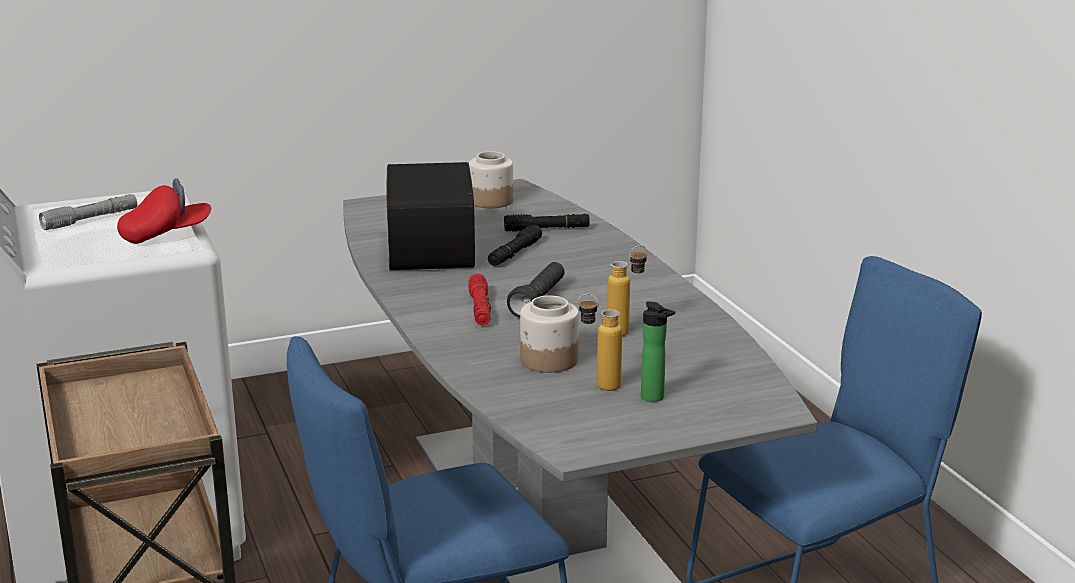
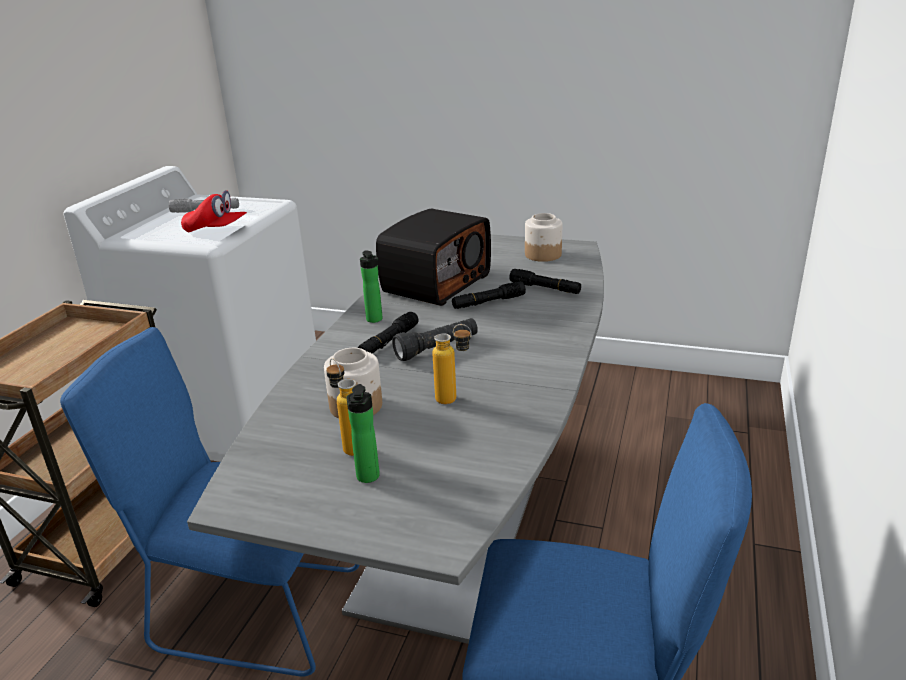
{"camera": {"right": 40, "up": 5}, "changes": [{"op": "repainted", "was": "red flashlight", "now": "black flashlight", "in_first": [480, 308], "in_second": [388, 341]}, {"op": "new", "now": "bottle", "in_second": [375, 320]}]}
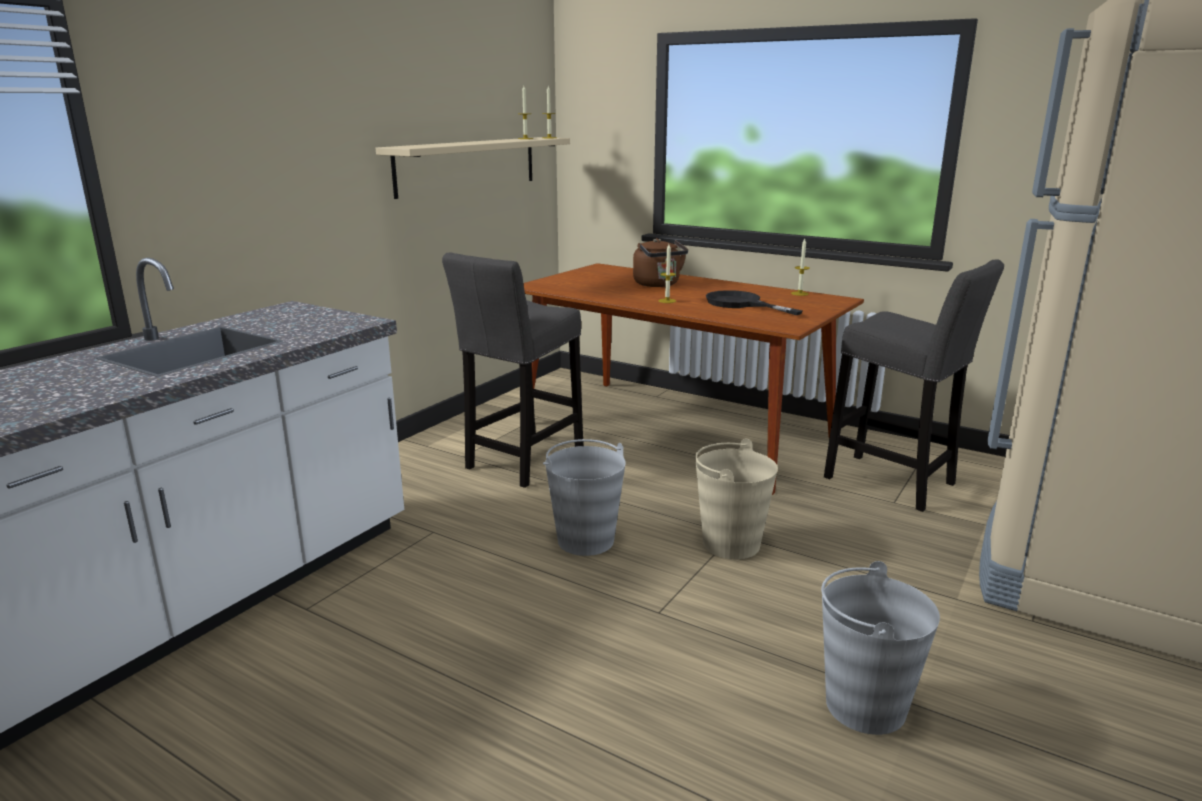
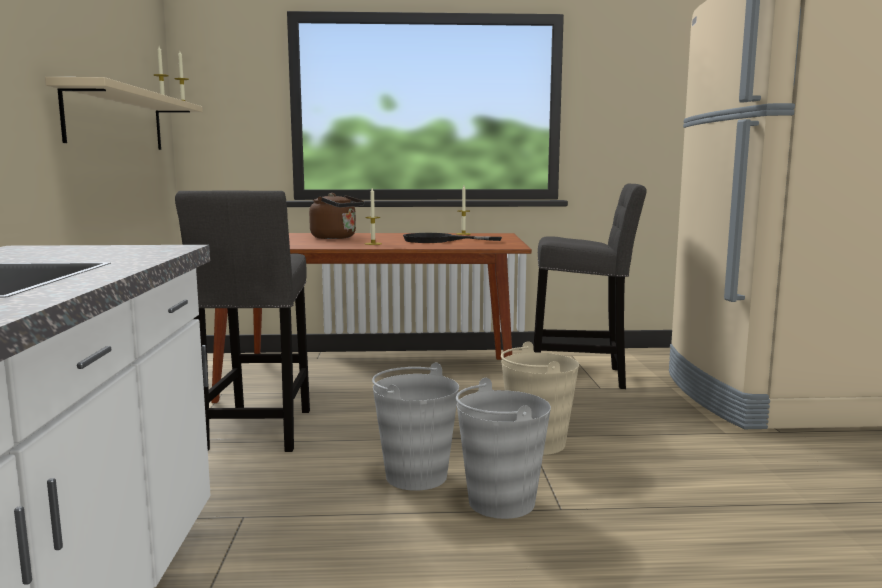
{"camera": {"right": -35, "up": -10}, "changes": [{"op": "shifted", "was": "grey water bucket", "in_first": [864, 706], "in_second": [500, 502]}]}
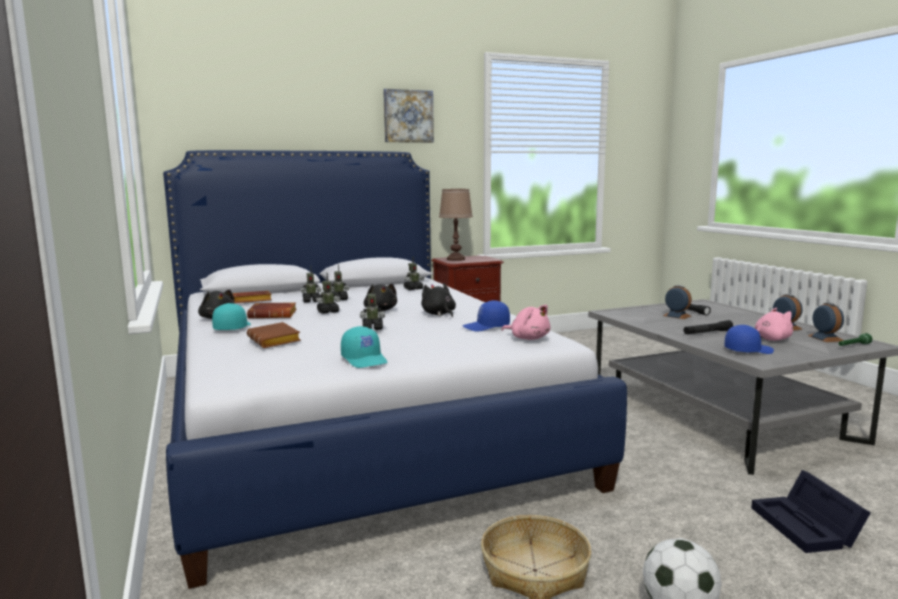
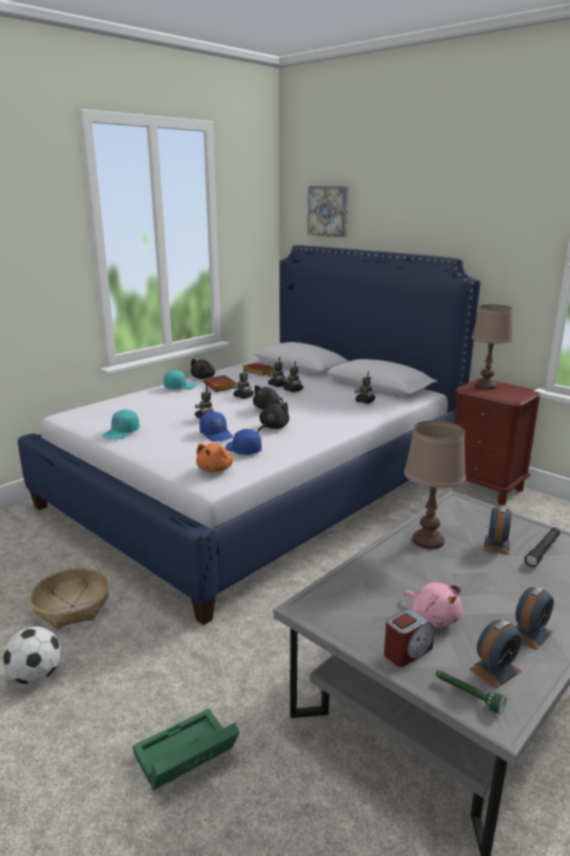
{"camera": {"right": 65, "up": 10}, "changes": [{"op": "repainted", "was": "black storage box", "now": "greenish storage box", "in_first": [808, 527], "in_second": [184, 758]}, {"op": "repainted", "was": "pinkish cuddly toy", "now": "orangey cuddly toy", "in_first": [528, 338], "in_second": [215, 469]}, {"op": "shifted", "was": "blue-coloured peaked cap", "in_first": [748, 350], "in_second": [217, 434]}, {"op": "shifted", "was": "wall picture", "in_first": [408, 116], "in_second": [329, 211]}, {"op": "new", "now": "table clock", "in_second": [407, 651]}, {"op": "new", "now": "brownish tabletop lamp", "in_second": [428, 540]}, {"op": "gone", "was": "brownish bound book", "in_first": [276, 341]}, {"op": "gone", "was": "black flashlight", "in_first": [707, 332]}]}
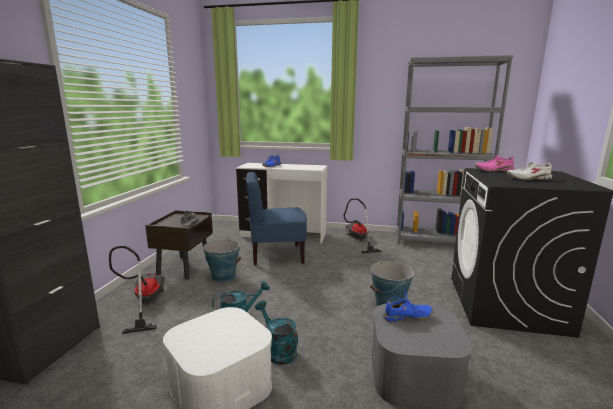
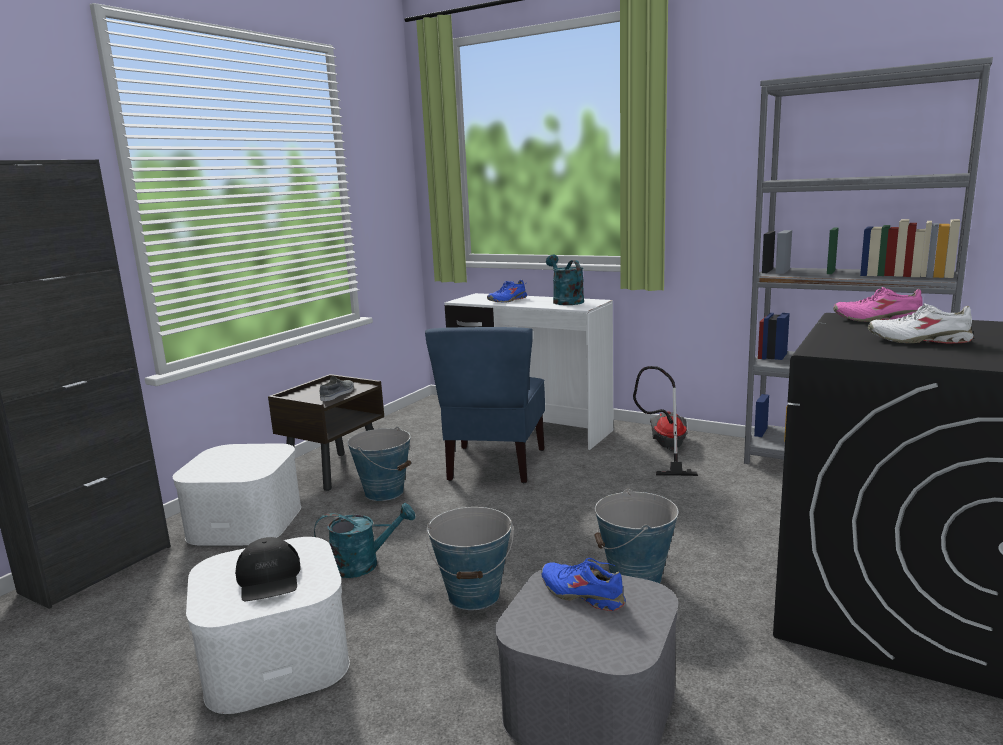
{"camera": {"right": 20, "up": 0}, "changes": [{"op": "swapped", "was": "vacuum cleaner", "now": "white-coloured storage box", "in_first": [144, 304], "in_second": [245, 521]}, {"op": "new", "now": "black peaked cap", "in_second": [269, 579]}, {"op": "rotated", "was": "blue-coloured upright chair", "in_first": [277, 255], "in_second": [495, 465], "clockwise": -90}, {"op": "new", "now": "water bucket", "in_second": [474, 595]}, {"op": "rotated", "was": "blue-coloured item of footwear", "in_first": [407, 317], "in_second": [582, 594], "clockwise": -150}, {"op": "shifted", "was": "turquoise-coloured sprinkling can", "in_first": [277, 350], "in_second": [565, 301]}]}
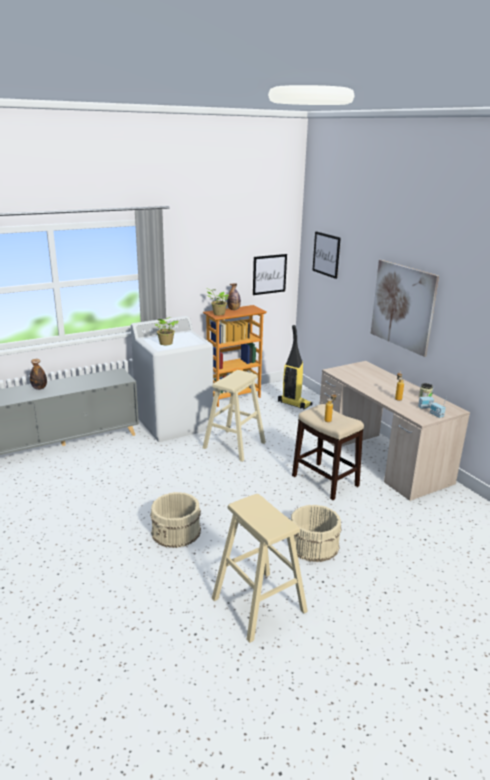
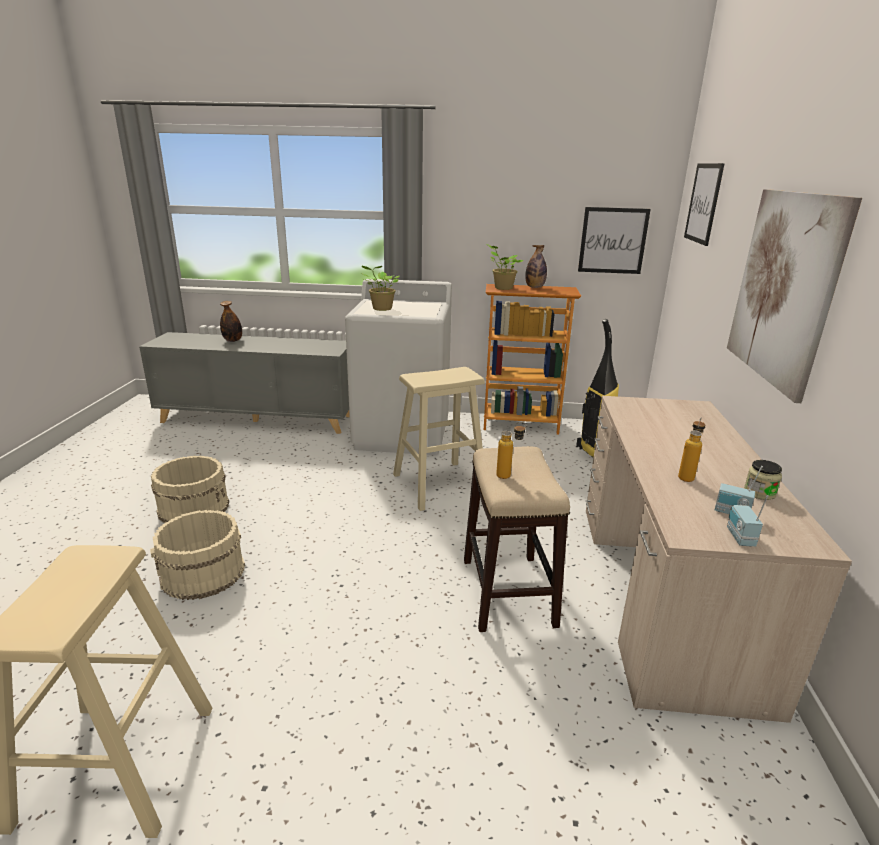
{"camera": {"right": 35, "up": 0}, "changes": [{"op": "shifted", "was": "beige water bucket", "in_first": [313, 544], "in_second": [194, 507]}]}
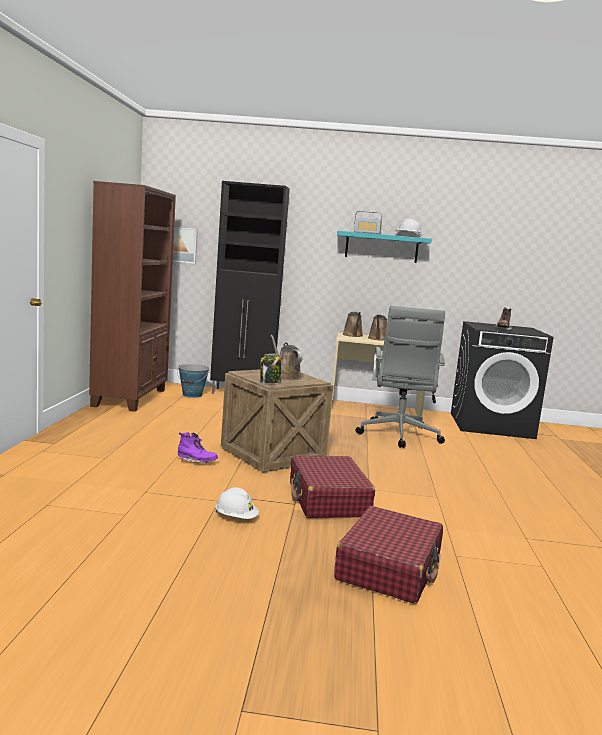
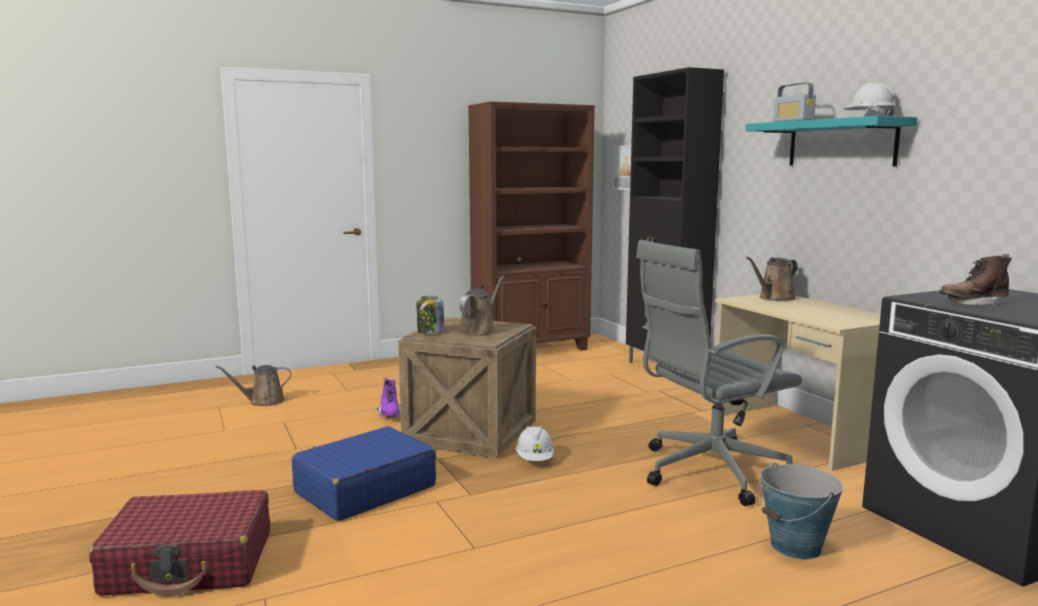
{"camera": {"right": 60, "up": 0}, "changes": [{"op": "shifted", "was": "brownish sprinkling can", "in_first": [378, 339], "in_second": [263, 402]}, {"op": "repainted", "was": "red suitcase", "now": "blue-coloured suitcase", "in_first": [328, 500], "in_second": [364, 489]}, {"op": "shifted", "was": "white-coloured hard hat", "in_first": [236, 518], "in_second": [535, 459]}, {"op": "shifted", "was": "water bucket", "in_first": [192, 395], "in_second": [796, 547]}]}
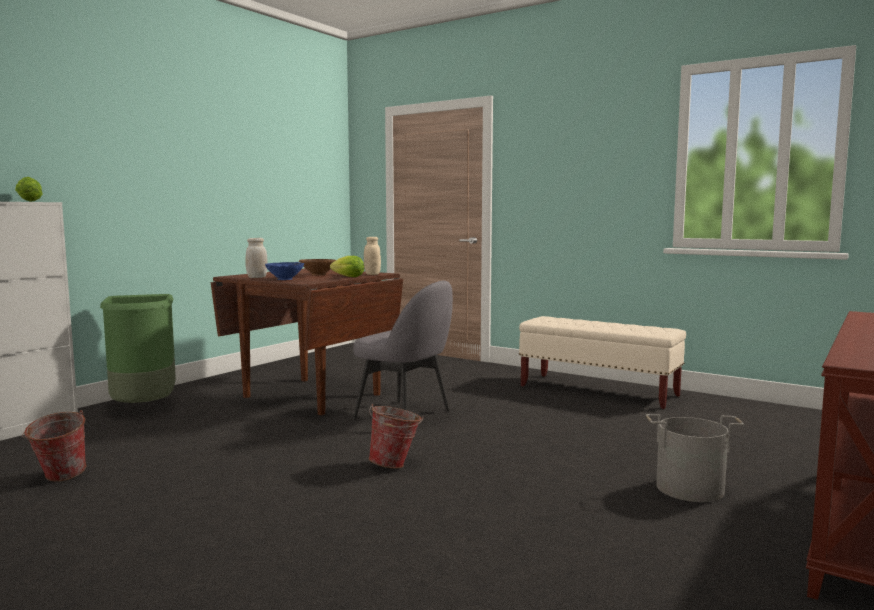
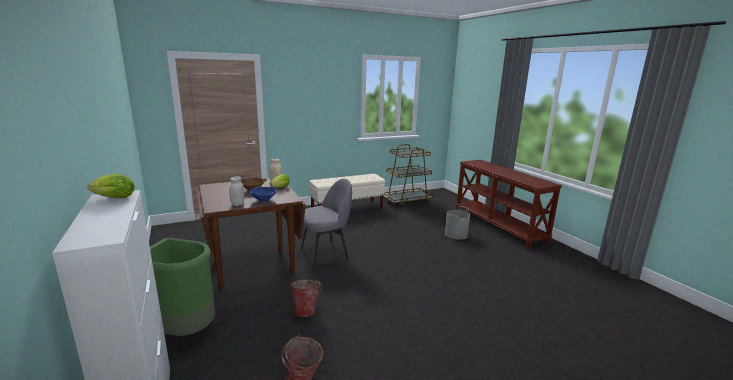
{"camera": {"right": -60, "up": 10}, "changes": [{"op": "shifted", "was": "water bucket", "in_first": [396, 465], "in_second": [307, 311]}, {"op": "new", "now": "brownish trolley", "in_second": [407, 201]}]}
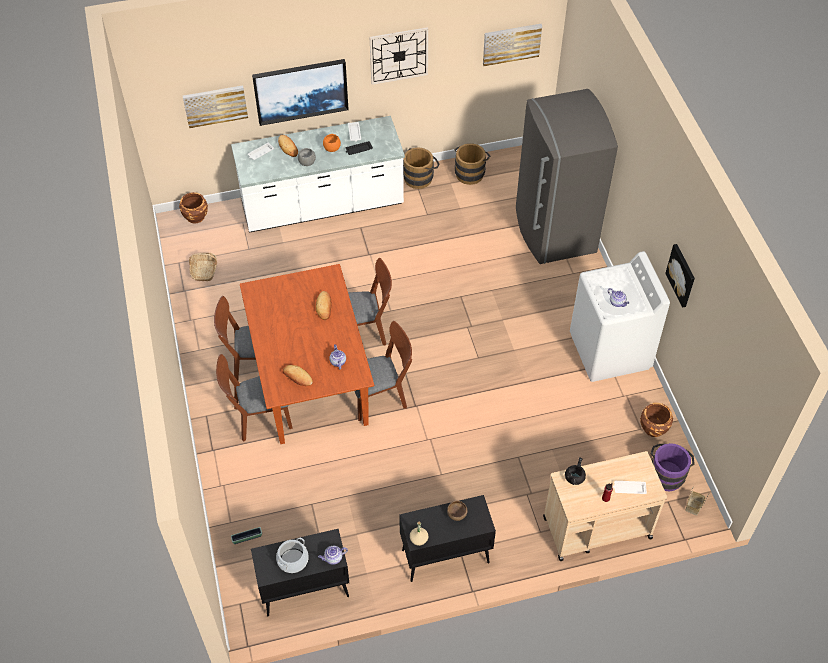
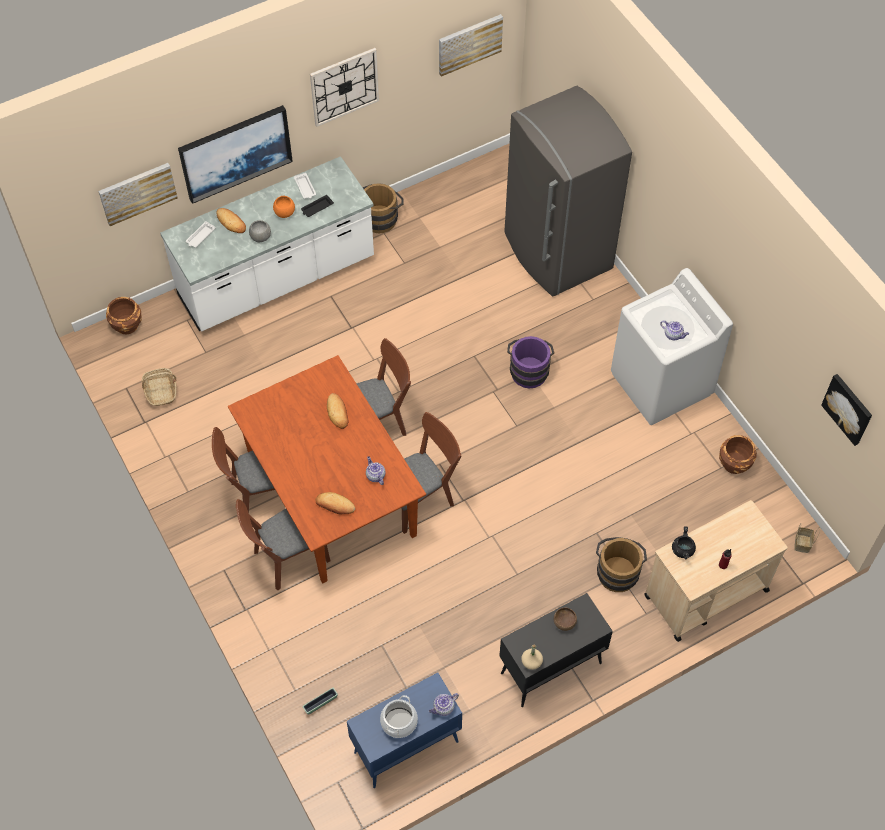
{"camera": {"right": -15, "up": 5}, "changes": [{"op": "repainted", "was": "black cupboard", "now": "blue-coloured cupboard", "in_first": [304, 590], "in_second": [405, 747]}, {"op": "shifted", "was": "purple-coloured water bucket", "in_first": [666, 473], "in_second": [529, 369]}, {"op": "shifted", "was": "brownish water bucket", "in_first": [470, 172], "in_second": [617, 570]}, {"op": "shifted", "was": "wall picture", "in_first": [682, 275], "in_second": [848, 408]}, {"op": "gone", "was": "white-coloured tray", "in_first": [629, 488]}]}
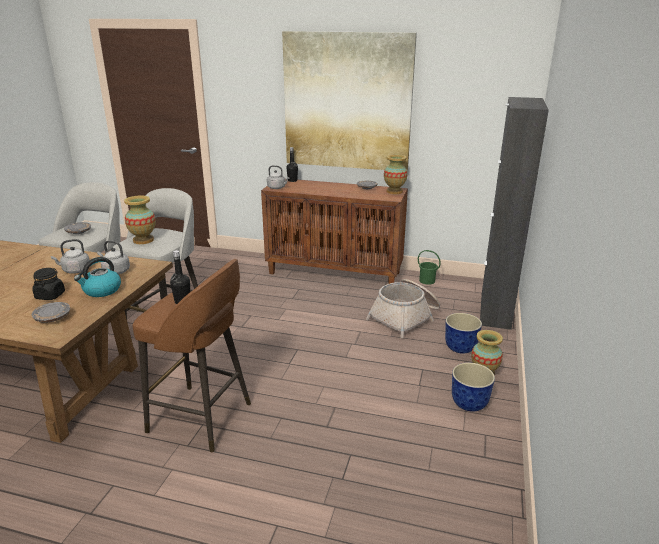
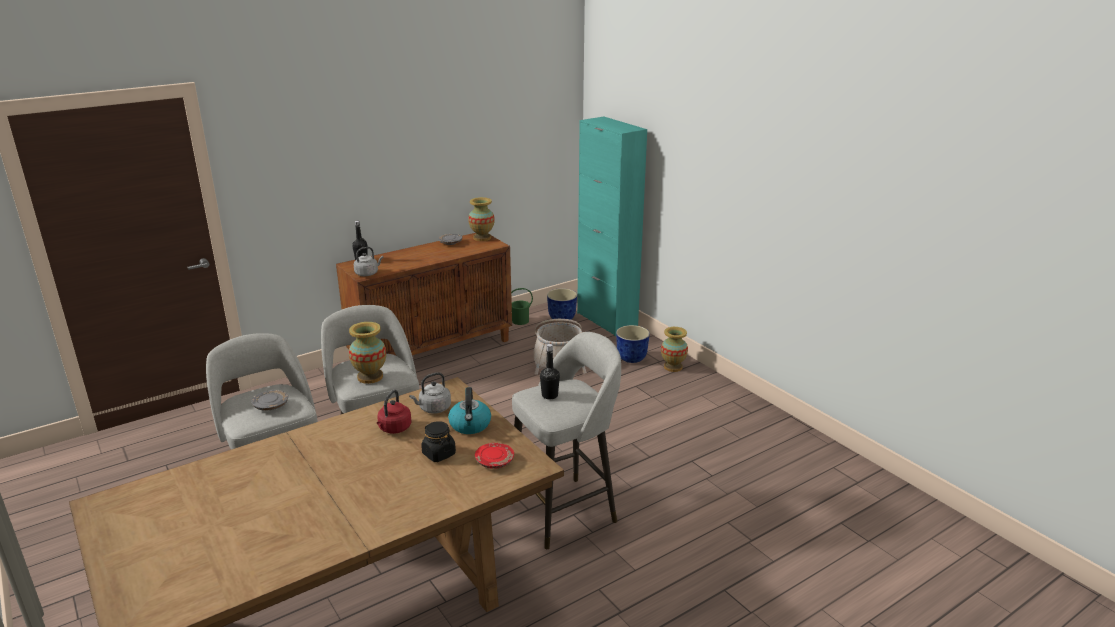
{"camera": {"right": -50, "up": 0}, "changes": [{"op": "repainted", "was": "grey tea kettle", "now": "red tea kettle", "in_first": [75, 270], "in_second": [394, 429]}, {"op": "repainted", "was": "grey dinner plate", "now": "red dinner plate", "in_first": [53, 317], "in_second": [494, 461]}, {"op": "repainted", "was": "brownish stool", "now": "grey stool", "in_first": [202, 418], "in_second": [565, 511]}, {"op": "shifted", "was": "flower pot", "in_first": [470, 404], "in_second": [562, 318]}, {"op": "repainted", "was": "black cupboard", "now": "turquoise-coloured cupboard", "in_first": [495, 311], "in_second": [607, 321]}, {"op": "gone", "was": "wall picture", "in_first": [347, 102]}]}
